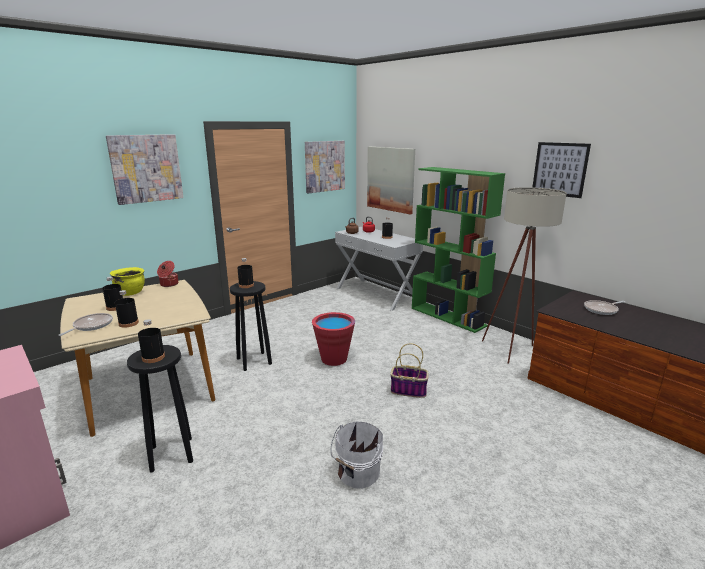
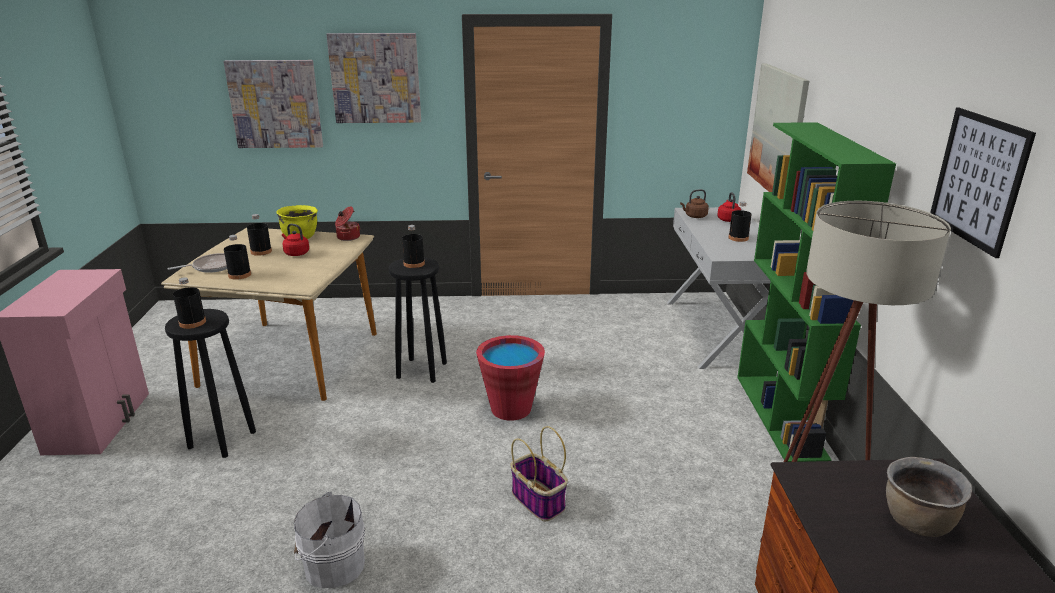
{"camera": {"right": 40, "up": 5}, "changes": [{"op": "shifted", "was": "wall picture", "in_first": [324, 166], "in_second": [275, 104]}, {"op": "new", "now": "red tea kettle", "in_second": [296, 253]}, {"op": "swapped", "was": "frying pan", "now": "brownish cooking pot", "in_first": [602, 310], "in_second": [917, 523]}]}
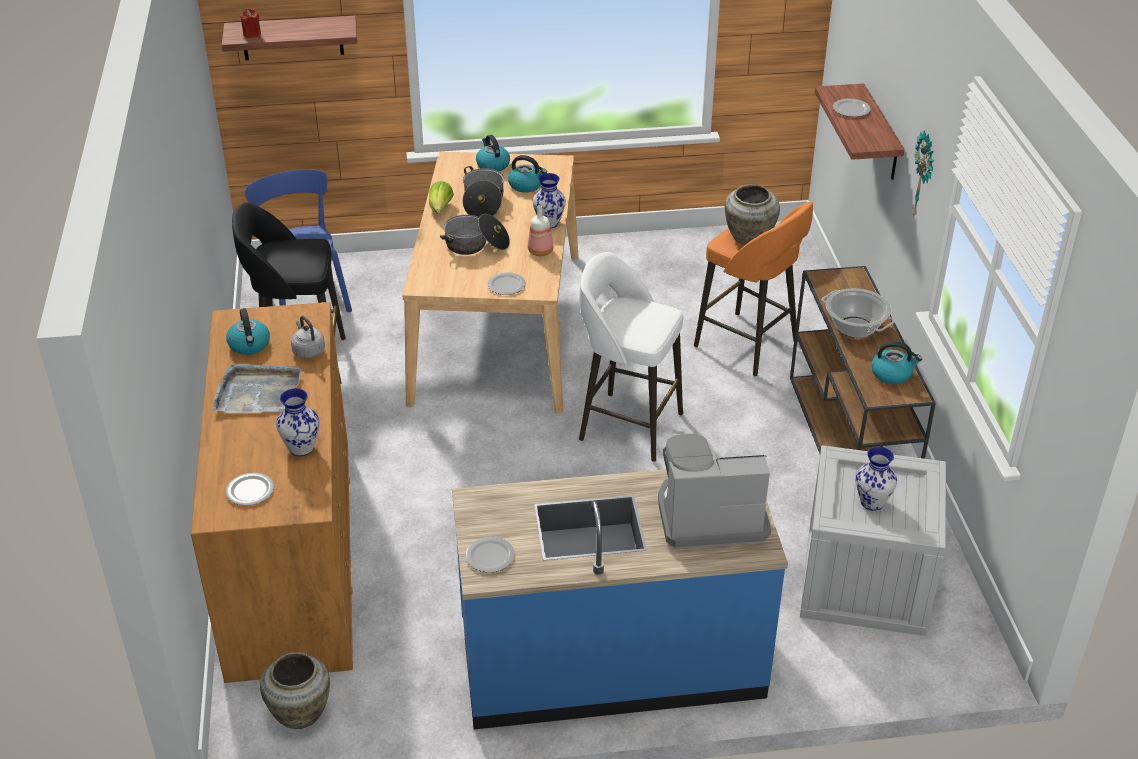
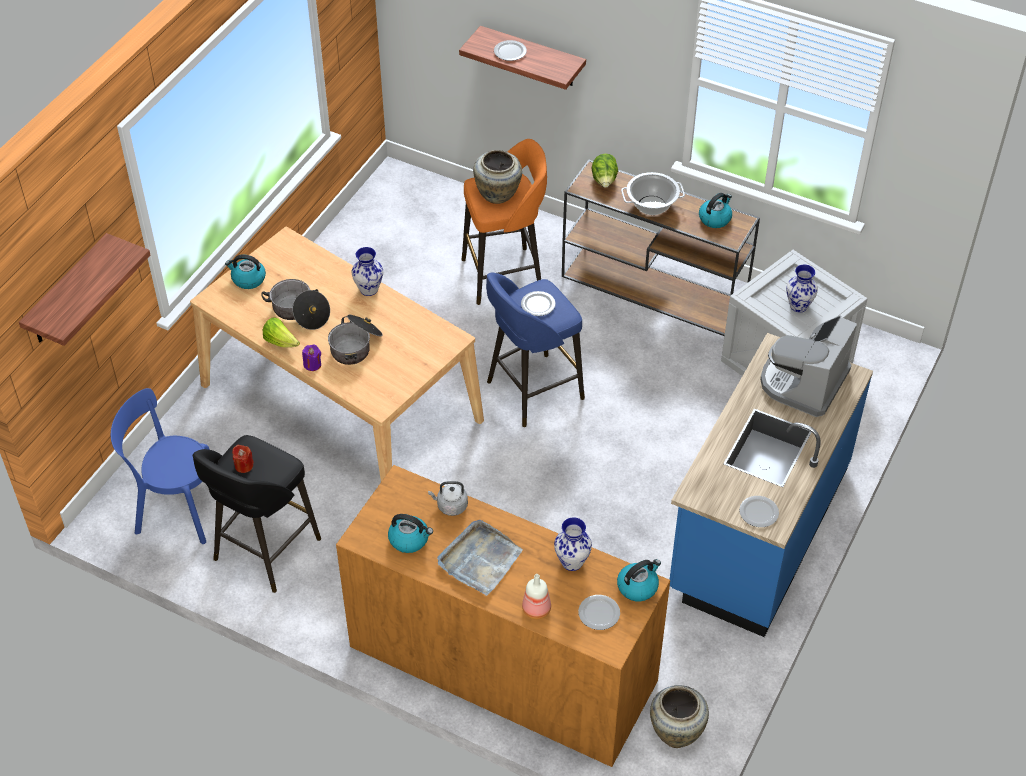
{"camera": {"right": -55, "up": 10}, "changes": [{"op": "shifted", "was": "red wax light", "in_first": [252, 34], "in_second": [244, 466]}, {"op": "new", "now": "purple-coloured wax light", "in_second": [312, 364]}, {"op": "repainted", "was": "white-coloured stool", "now": "blue-coloured stool", "in_first": [628, 425], "in_second": [532, 391]}, {"op": "shifted", "was": "dinner plate", "in_first": [506, 286], "in_second": [538, 305]}, {"op": "shifted", "was": "bottle", "in_first": [541, 251], "in_second": [536, 609]}, {"op": "new", "now": "lettuce", "in_second": [604, 181]}, {"op": "shifted", "was": "tea kettle", "in_first": [526, 185], "in_second": [638, 586]}, {"op": "gone", "was": "hanging clock", "in_first": [924, 176]}]}
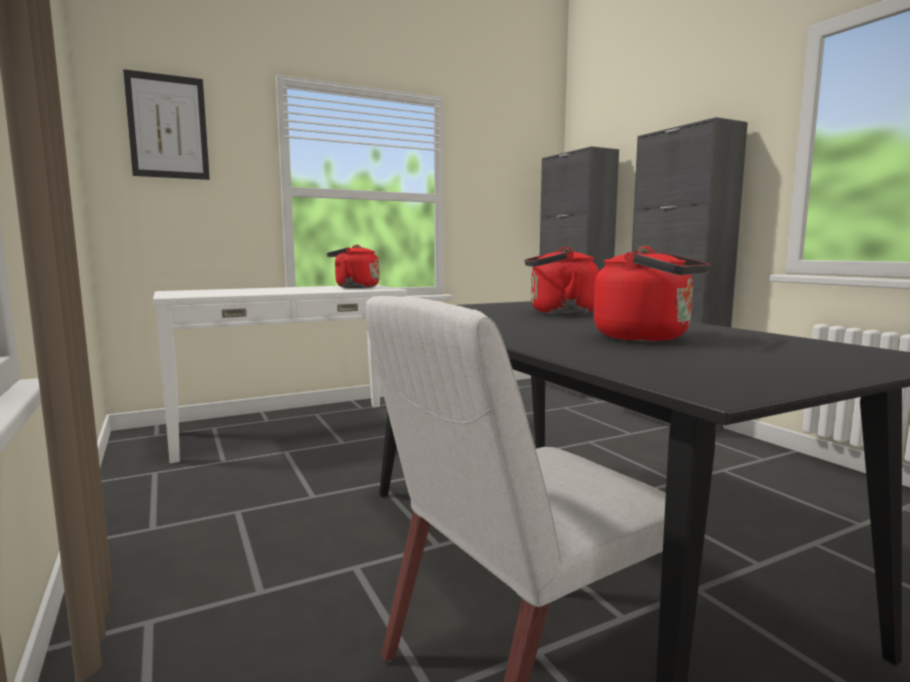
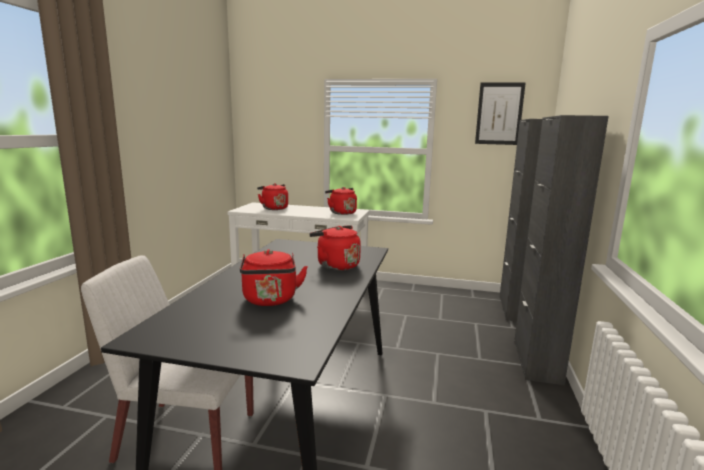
{"camera": {"right": 40, "up": 5}, "changes": [{"op": "new", "now": "red tea kettle", "in_second": [273, 208]}, {"op": "shifted", "was": "wall picture", "in_first": [168, 127], "in_second": [499, 114]}]}
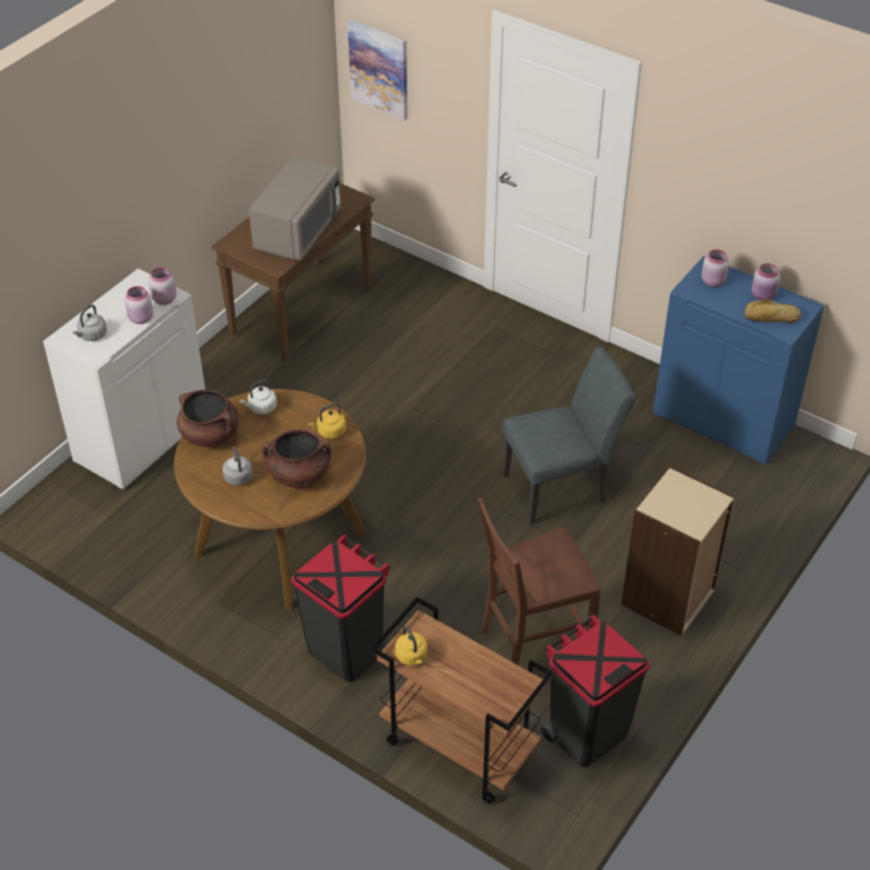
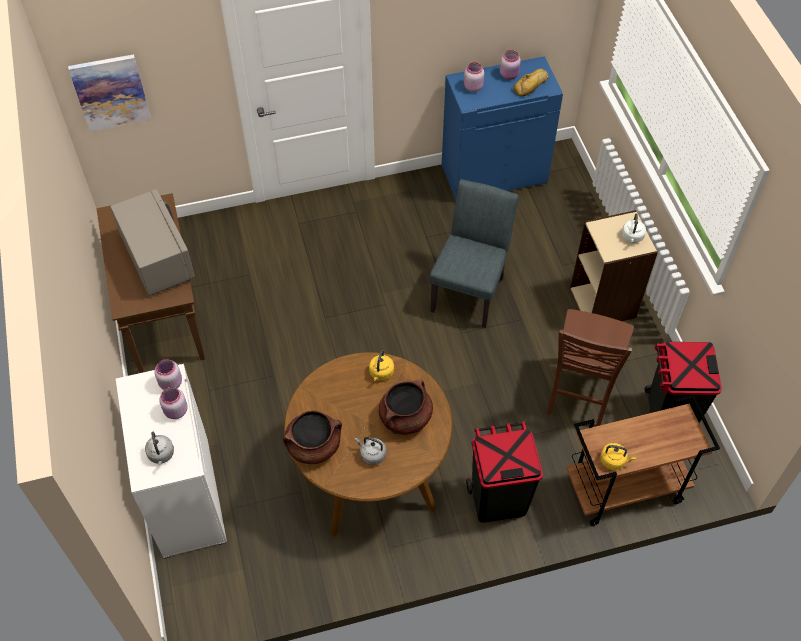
{"camera": {"right": -50, "up": 10}, "changes": [{"op": "shifted", "was": "white-coloured tea kettle", "in_first": [261, 408], "in_second": [632, 237]}]}
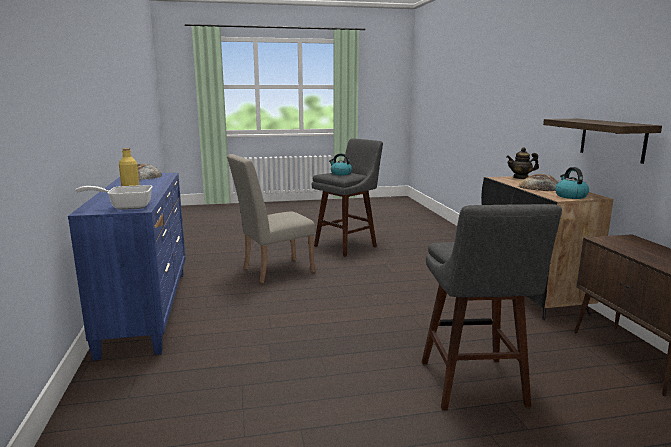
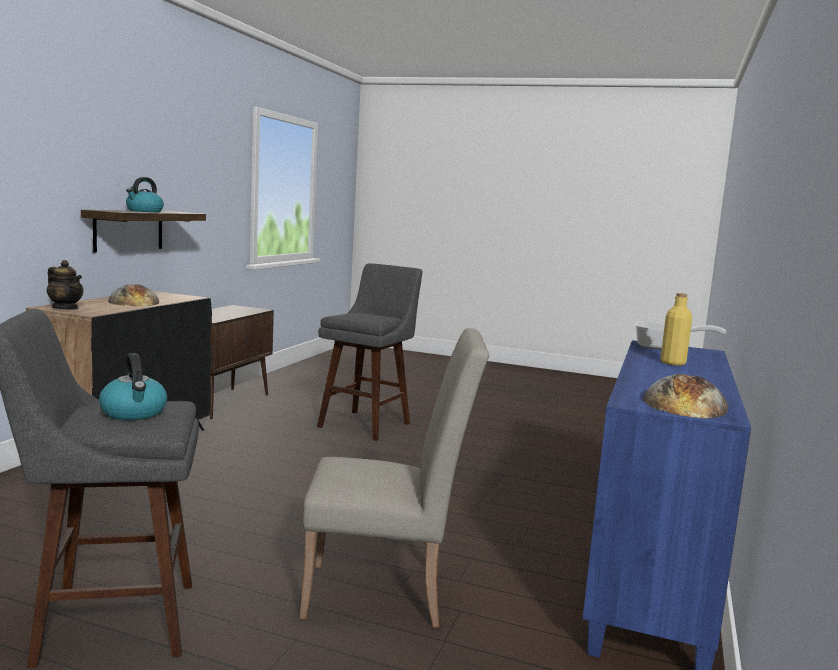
{"camera": {"right": -150, "up": -5}, "changes": [{"op": "shifted", "was": "tea kettle", "in_first": [570, 196], "in_second": [144, 211]}]}
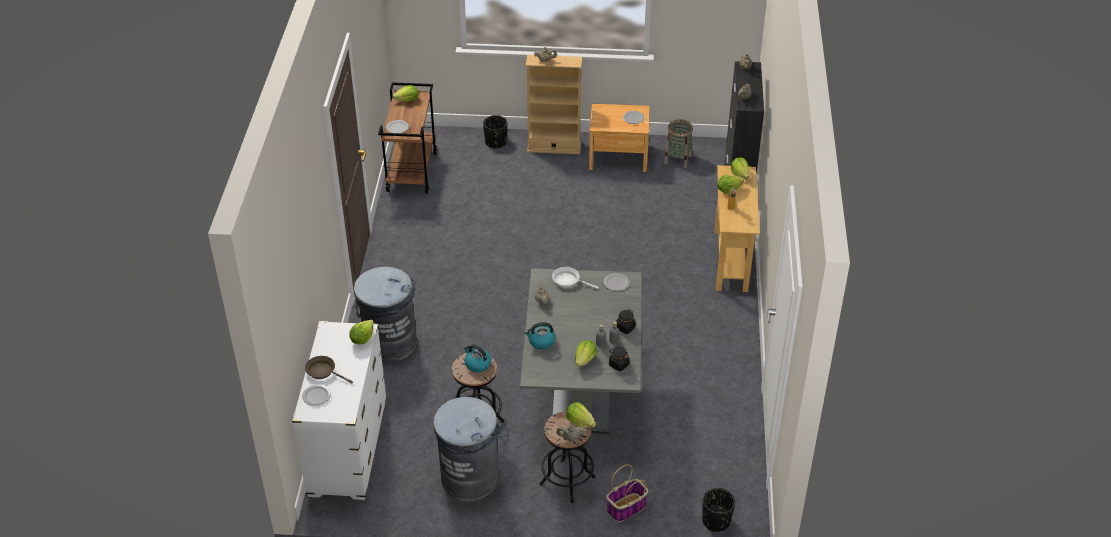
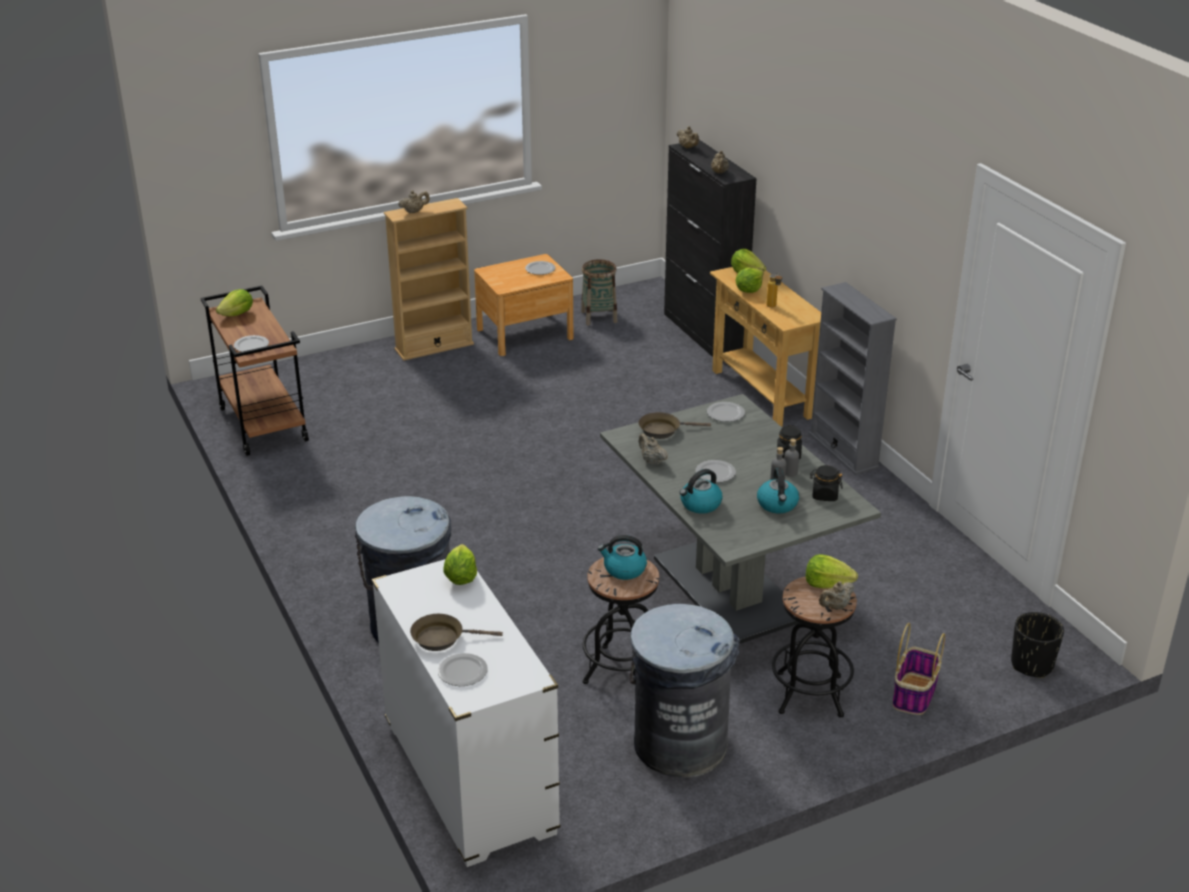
{"camera": {"right": -30, "up": -10}, "changes": [{"op": "repainted", "was": "white-coloured frying pan", "now": "brownish frying pan", "in_first": [568, 281], "in_second": [663, 430]}, {"op": "new", "now": "dinner plate", "in_second": [716, 473]}, {"op": "swapped", "was": "lettuce", "now": "tea kettle", "in_first": [585, 360], "in_second": [777, 504]}, {"op": "new", "now": "grey bookcase", "in_second": [843, 450]}, {"op": "gone", "was": "black flower pot", "in_first": [495, 142]}]}
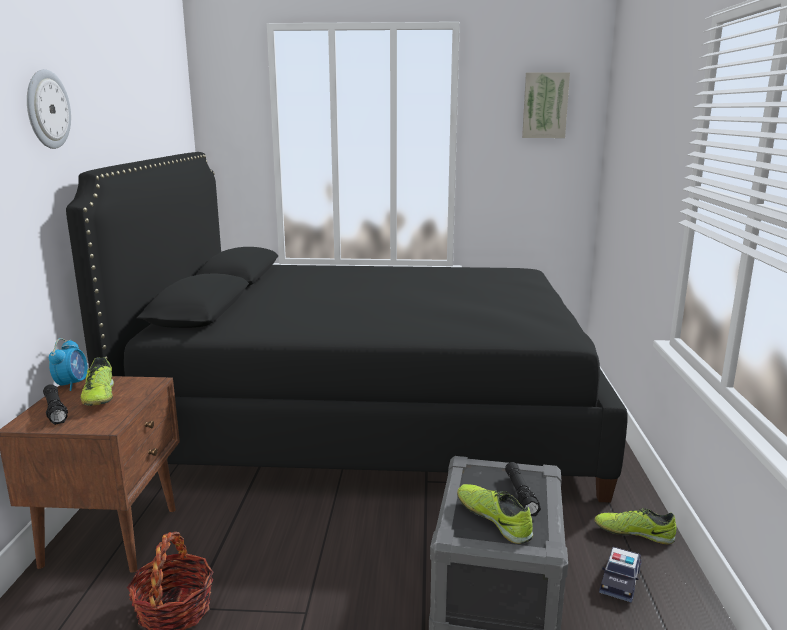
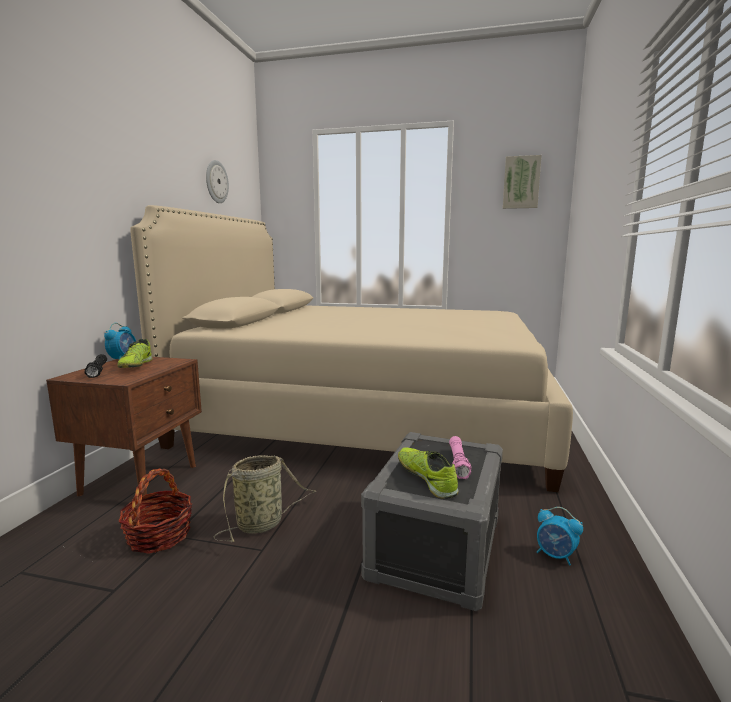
{"camera": {"right": 10, "up": -5}, "changes": [{"op": "repainted", "was": "black bed", "now": "beige bed", "in_first": [370, 416], "in_second": [368, 417]}, {"op": "shifted", "was": "hanging clock", "in_first": [47, 109], "in_second": [216, 182]}, {"op": "new", "now": "basket", "in_second": [263, 523]}, {"op": "repainted", "was": "black flashlight", "now": "pinkish flashlight", "in_first": [520, 495], "in_second": [458, 463]}, {"op": "swapped", "was": "toy car", "now": "table clock", "in_first": [620, 580], "in_second": [555, 556]}, {"op": "gone", "was": "item of footwear", "in_first": [633, 533]}]}
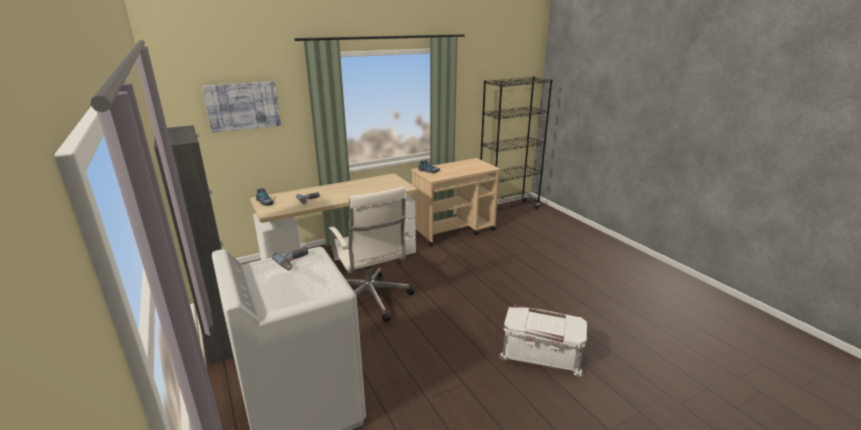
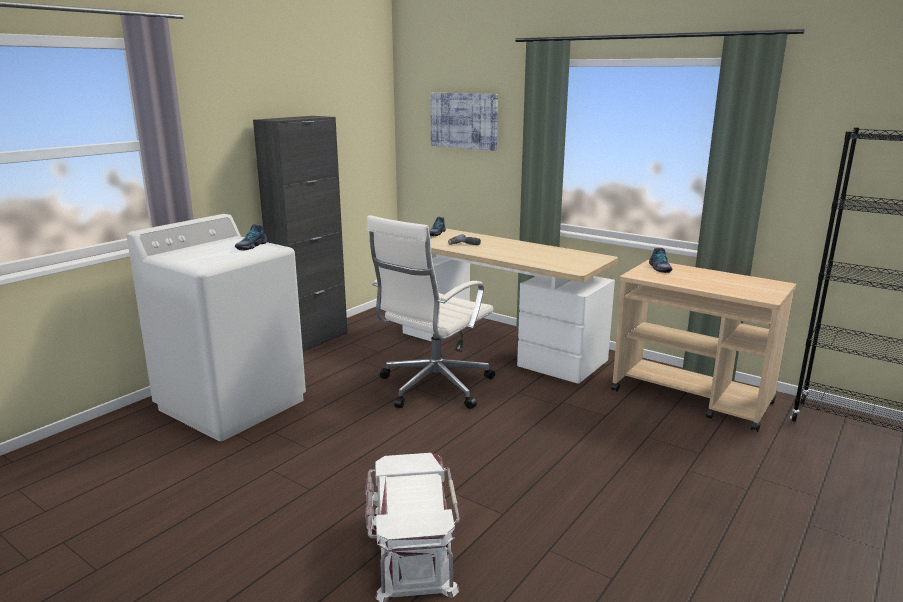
{"camera": {"right": 65, "up": -5}, "changes": [{"op": "swapped", "was": "power drill", "now": "item of footwear", "in_first": [294, 261], "in_second": [251, 246]}]}
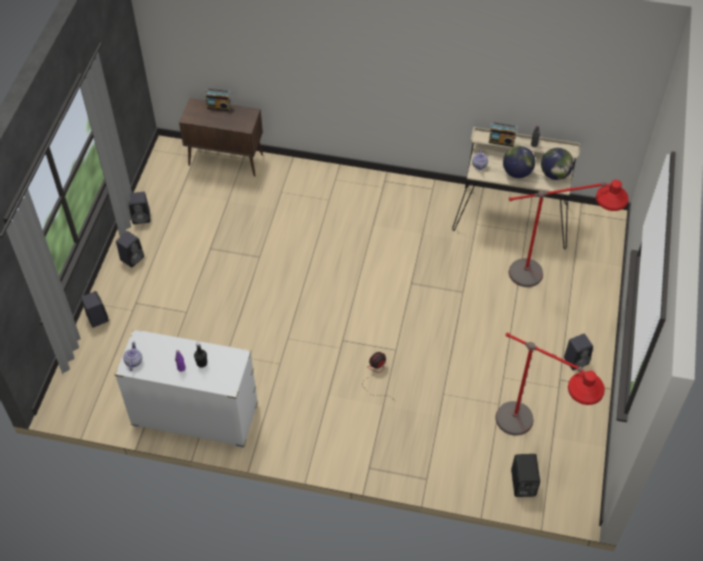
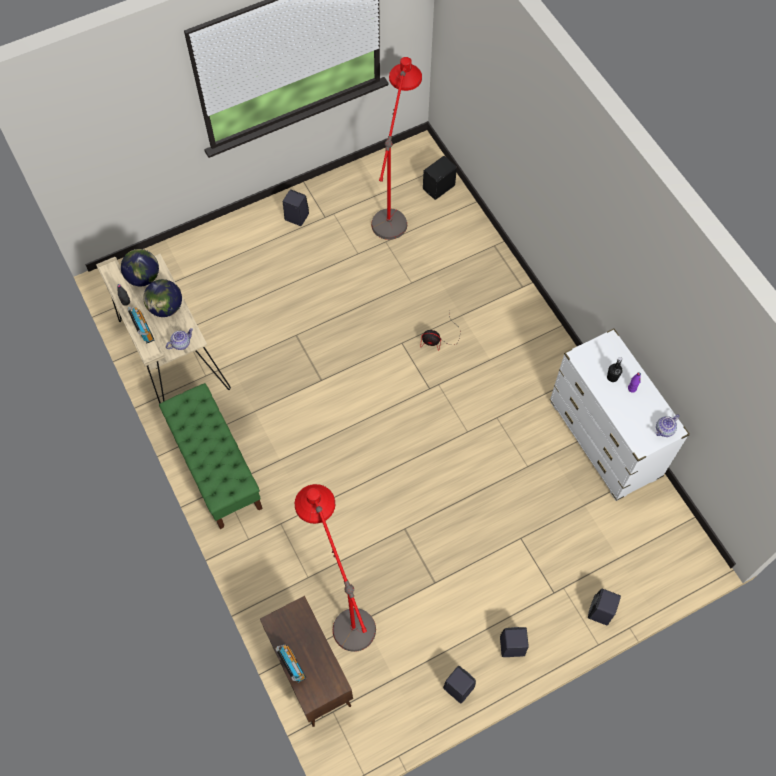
{"camera": {"right": -130, "up": 10}, "changes": [{"op": "new", "now": "greenish bench", "in_second": [215, 467]}, {"op": "shifted", "was": "red standing lamp", "in_first": [550, 278], "in_second": [342, 601]}]}
